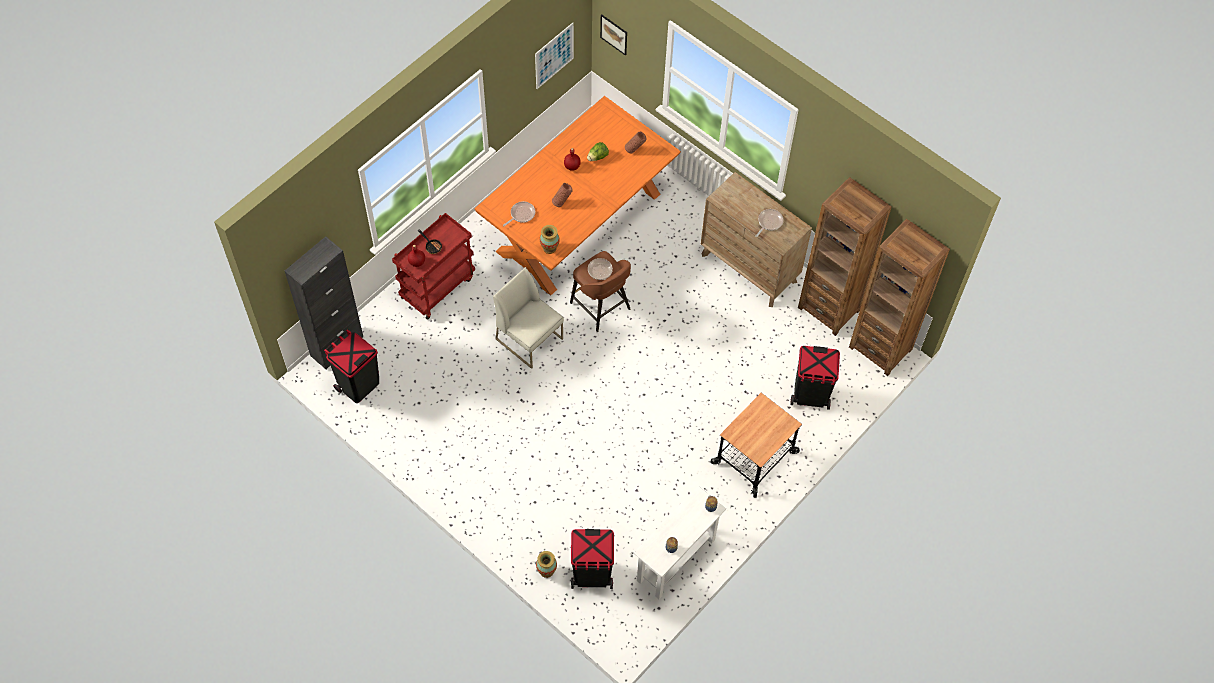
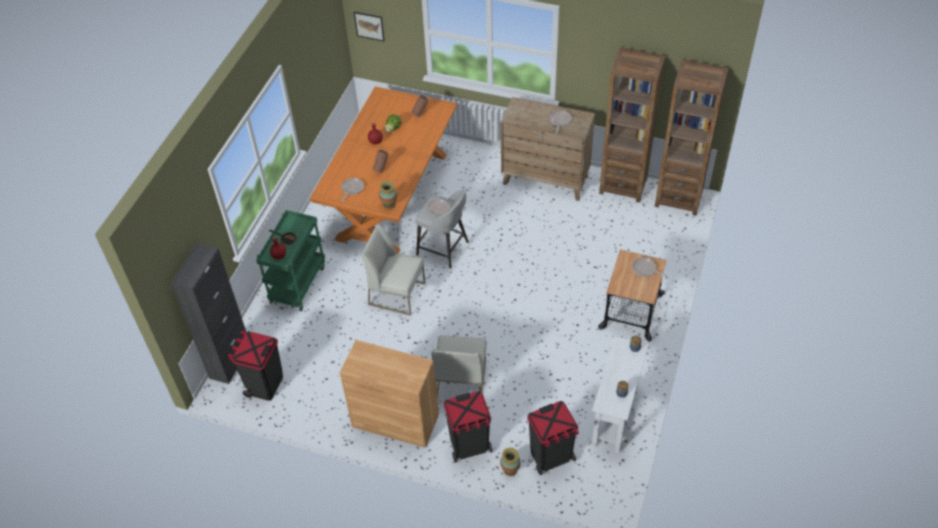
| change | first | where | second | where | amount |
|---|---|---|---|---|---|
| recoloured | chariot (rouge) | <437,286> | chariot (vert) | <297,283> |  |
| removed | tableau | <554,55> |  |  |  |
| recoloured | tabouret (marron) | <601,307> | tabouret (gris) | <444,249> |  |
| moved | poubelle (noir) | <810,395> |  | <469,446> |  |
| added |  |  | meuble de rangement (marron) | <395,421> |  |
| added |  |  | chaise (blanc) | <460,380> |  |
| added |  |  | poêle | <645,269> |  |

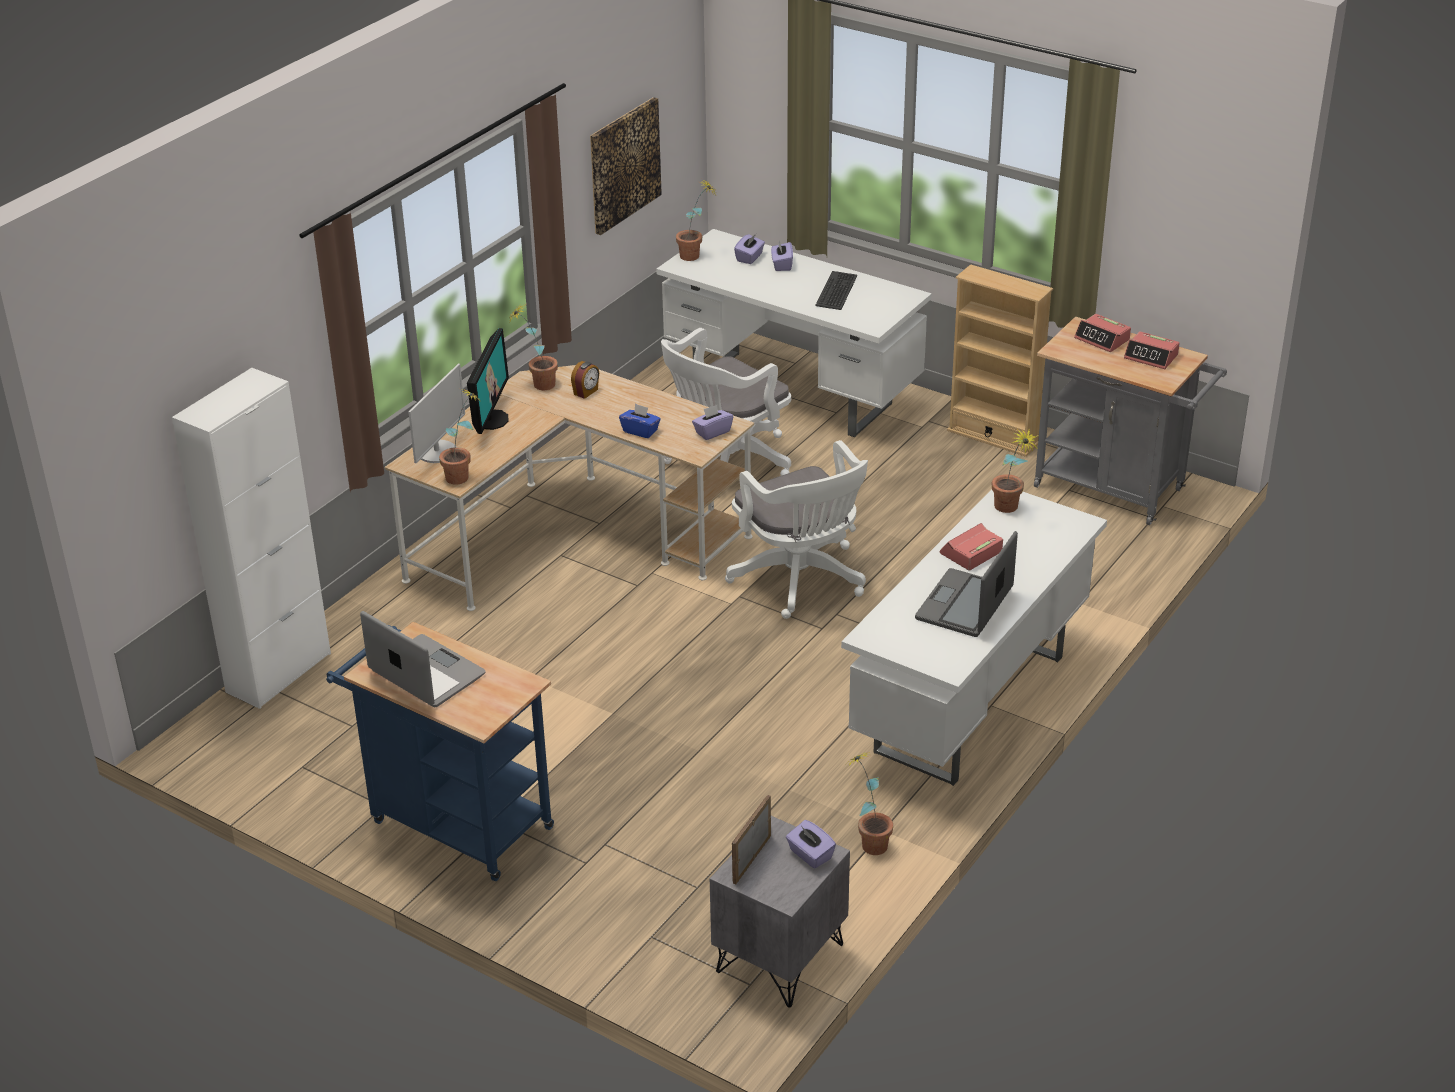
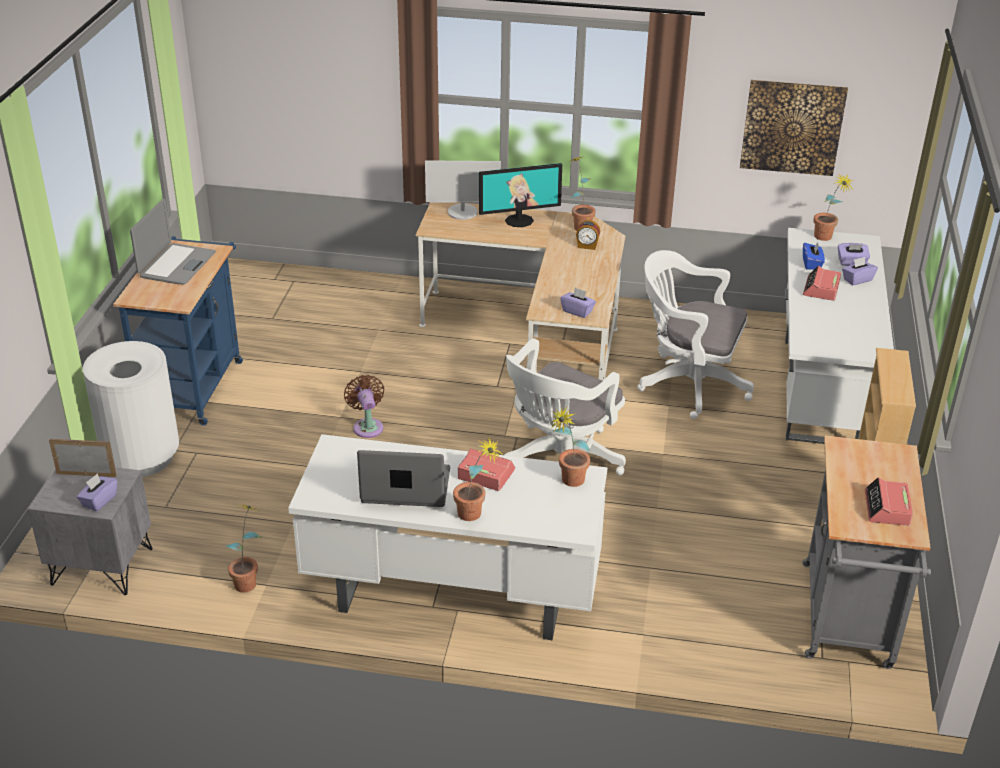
| change | first | where | second | where | amount |
|---|---|---|---|---|---|
| removed | meuble de rangement (blanc) | <278,673> |  |  |  |
| moved | plante en pot | <464,476> |  | <475,516> |  |
| moved | boîte à mouchoirs (bleu) | <640,431> |  | <811,264> |  |
| removed | clavier | <837,291> |  |  |  |
| moved | réveil | <1102,339> |  | <821,289> |  |
| added |  |  | poubelle (blanc) | <141,458> |  |
| added |  |  | ventilateur (marron) | <367,426> |  |

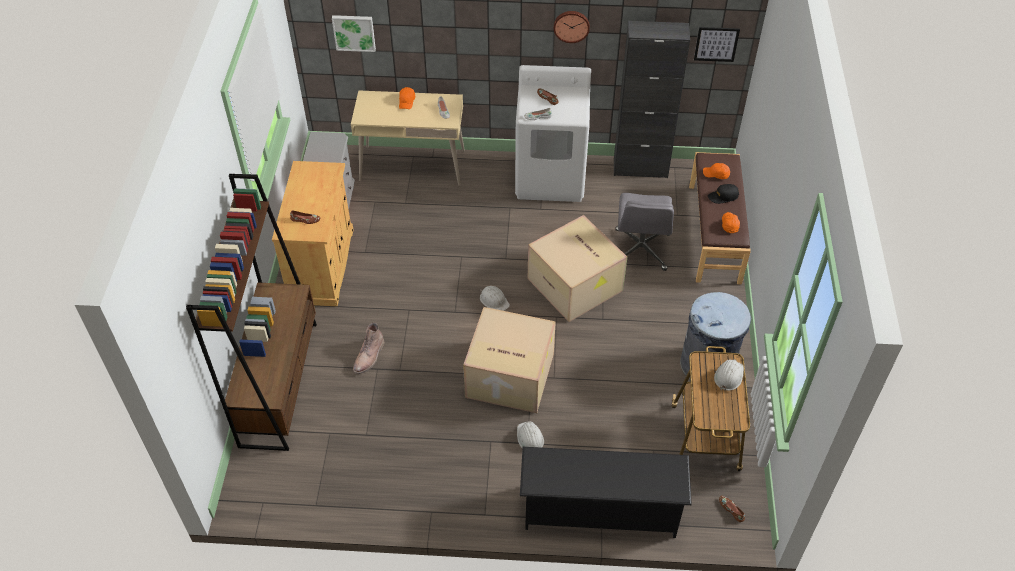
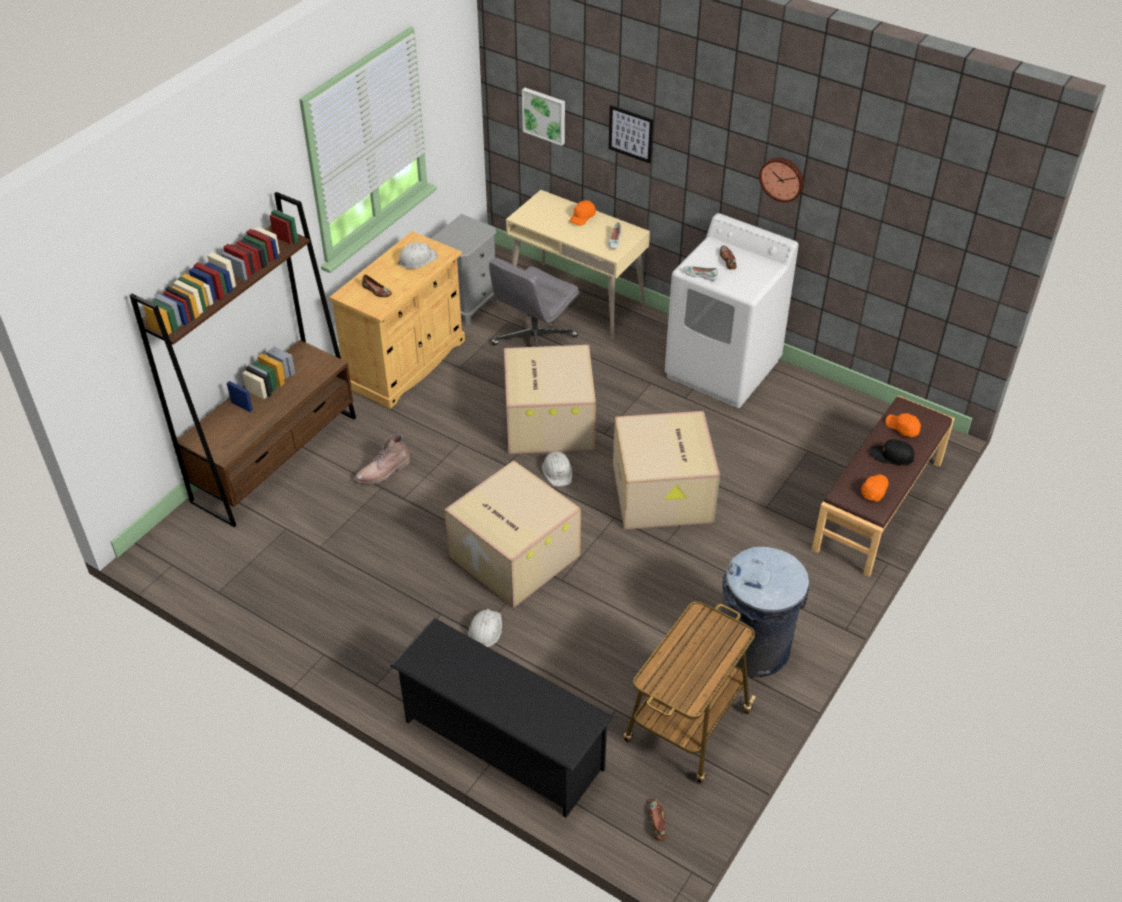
| change | first | where | second | where | amount |
|---|---|---|---|---|---|
| removed | meuble de rangement (noir) | <640,168> |  |  |  |
| moved | chaise de bureau (gris) | <640,250> |  | <534,341> |  |
| moved | tableau | <716,44> |  | <631,134> |  |
| moved | casque de chantier (blanc) | <728,376> |  | <417,259> |  |
| added |  |  | carton | <547,421> |  |

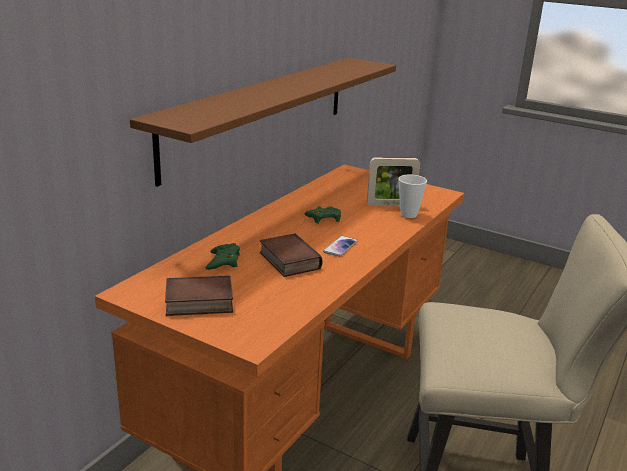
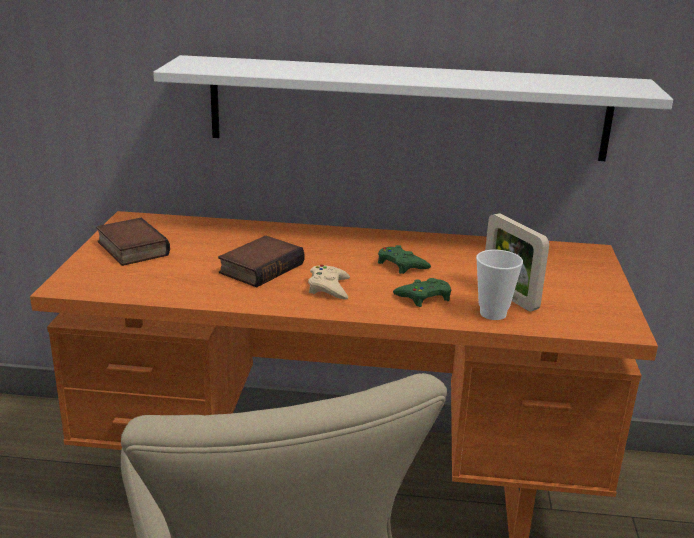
| change | first | where | second | where | amount |
|---|---|---|---|---|---|
| recoloured | étagère (marron) | <261,113> | étagère (blanc) | <407,108> |  |
| moved | manette (vert) | <223,261> |  | <424,297> |  |
| replaced | téléphone | <340,247> | manette (beige) | <329,288> |  |

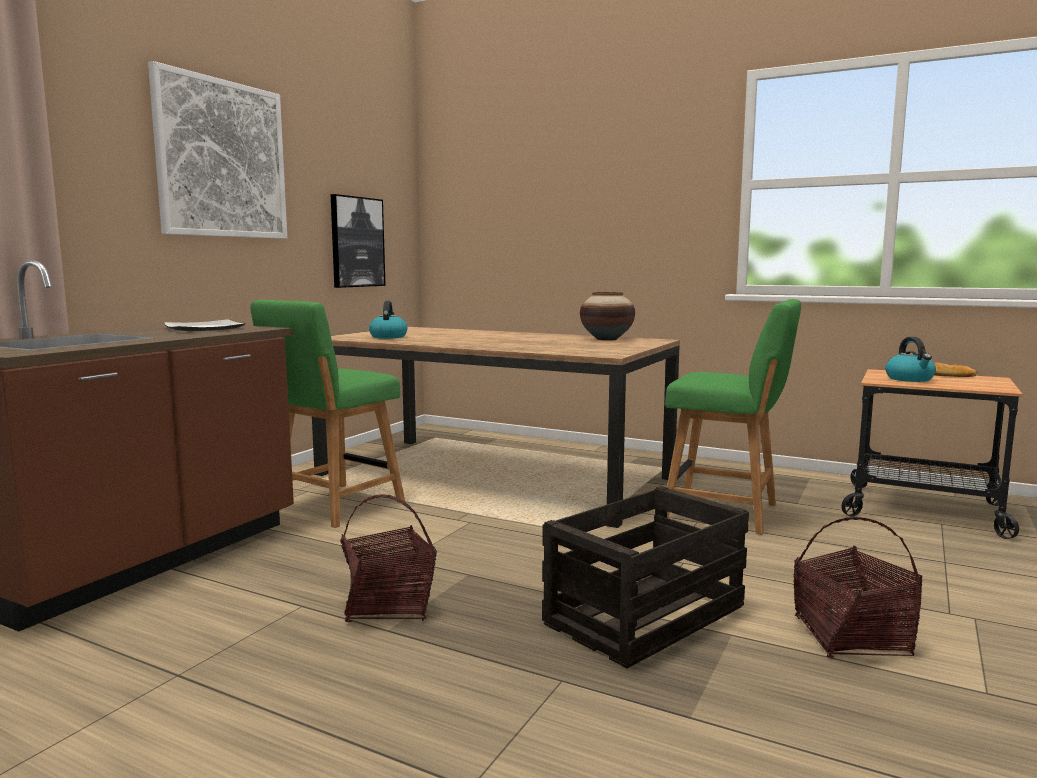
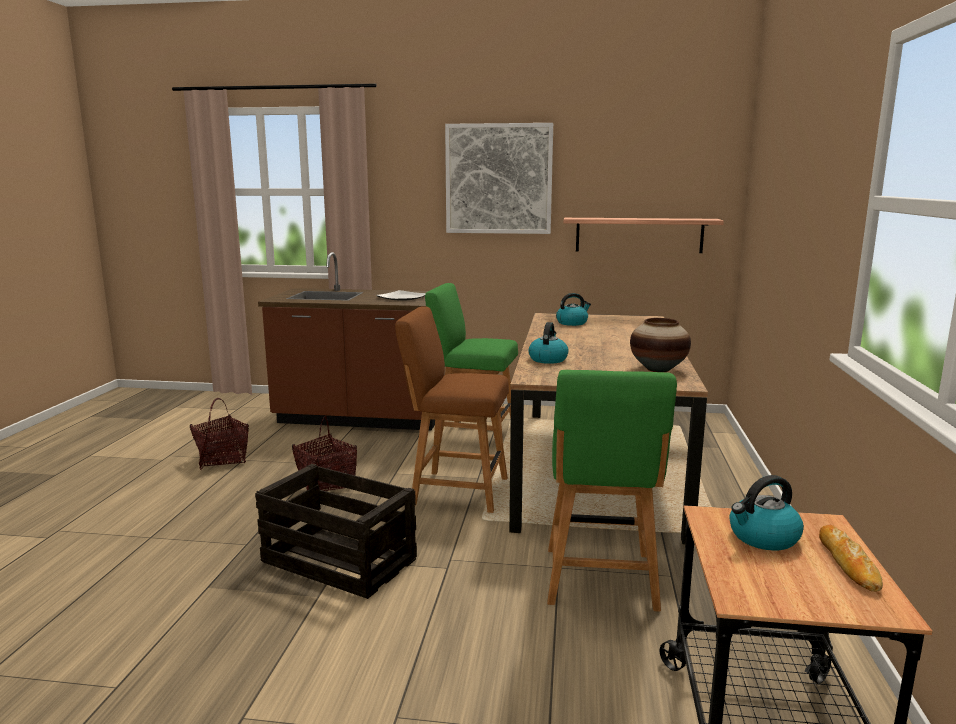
| change | first | where | second | where | amount |
|---|---|---|---|---|---|
| replaced | tableau | <357,242> | étagère | <639,235> |  |
| moved | panier | <850,636> |  | <222,460> |  |
| added |  |  | chaise (marron) | <455,491> |  |
| added |  |  | bouilloire | <548,359> |  |

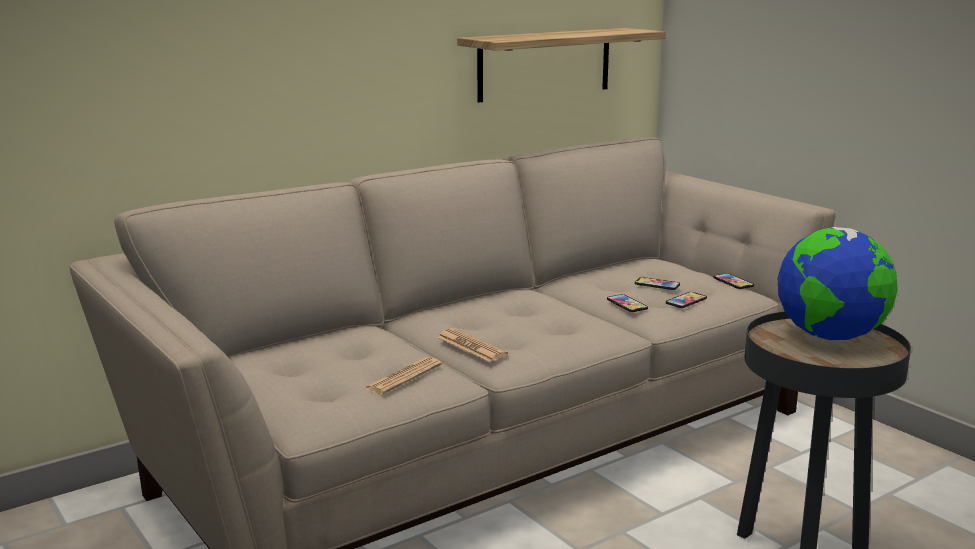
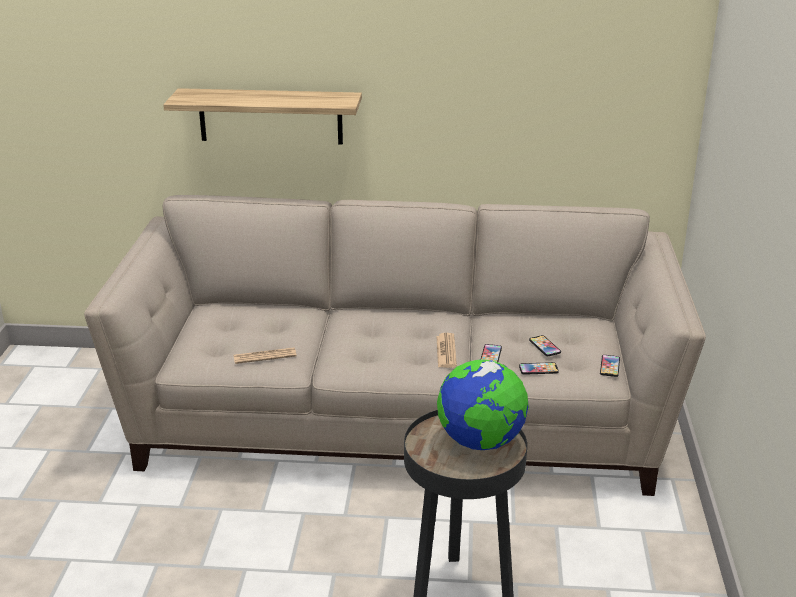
| change | first | where | second | where | amount |
|---|---|---|---|---|---|
| moved | journal | <471,346> |  | <446,351> |  |
| moved | étagère | <545,64> |  | <270,116> |  |

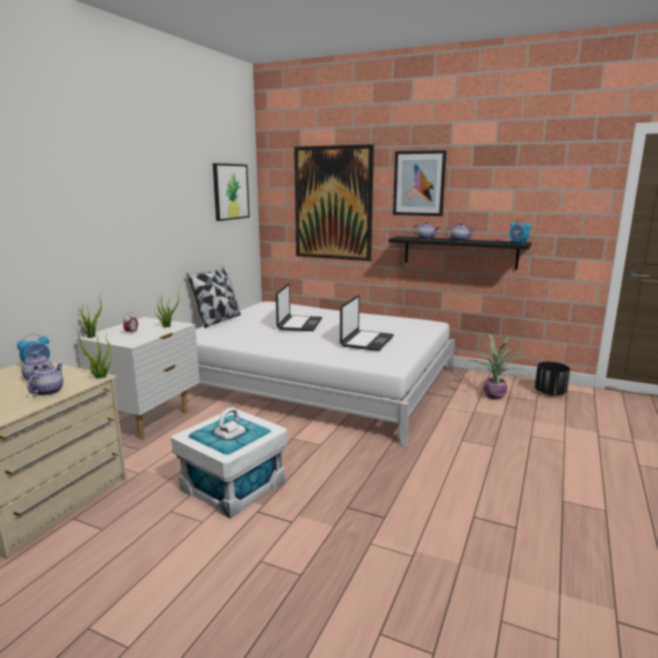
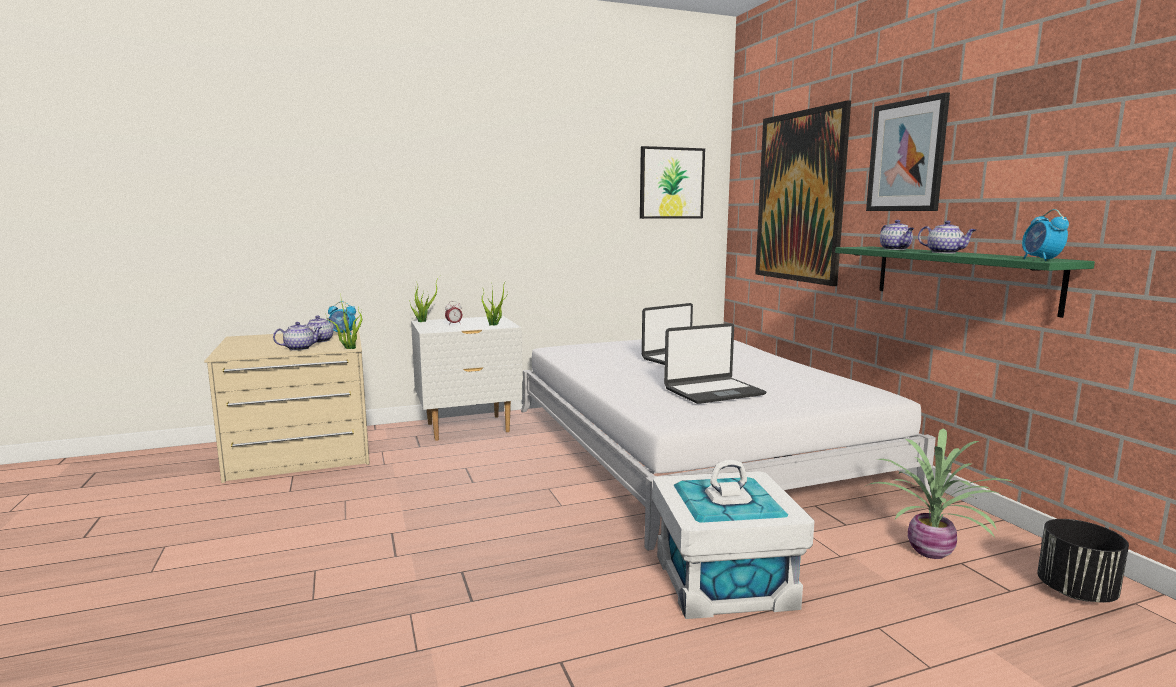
| change | first | where | second | where | amount |
|---|---|---|---|---|---|
| moved | boîte de rangement (blanc) | <233,486> |  | <724,582> |  |
| removed | coussin | <218,320> |  |  |  |
| recoloured | étagère (noir) | <459,252> | étagère (vert) | <961,277> |  |

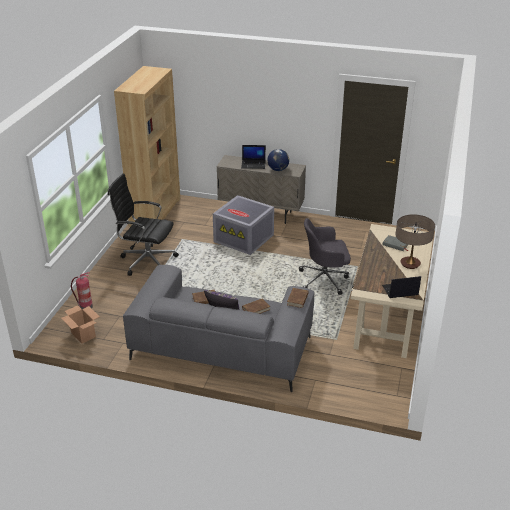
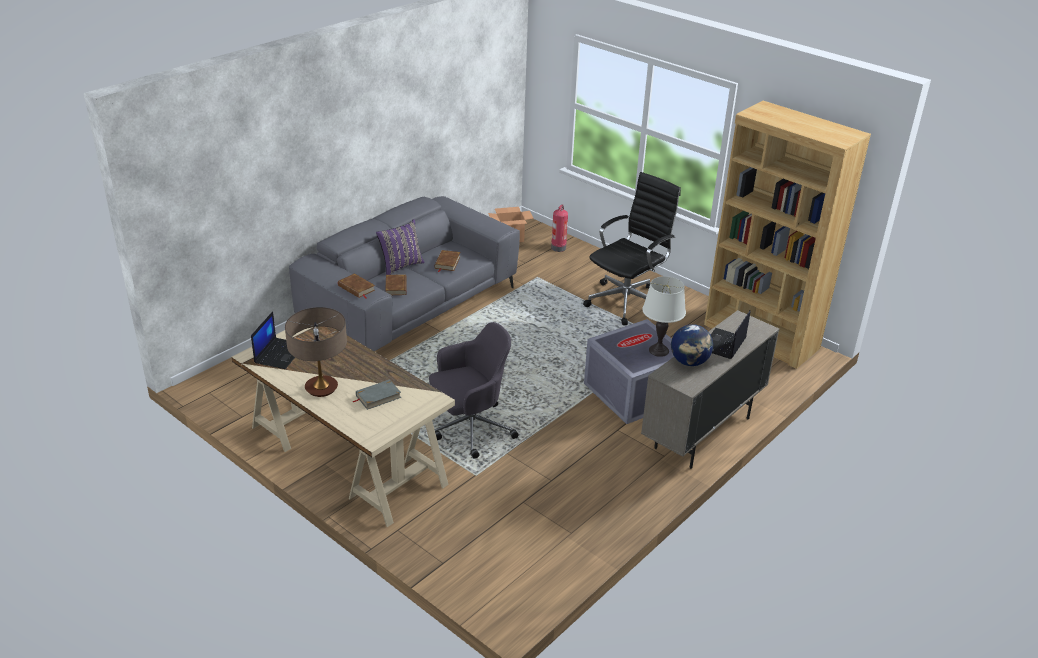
| change | first | where | second | where | amount |
|---|---|---|---|---|---|
| turned | chaise de bureau (gris) | <324,279> |  | <470,428> | 45 degrees clockwise |
| added |  |  | lampe de table (blanc) | <658,350> |  |

